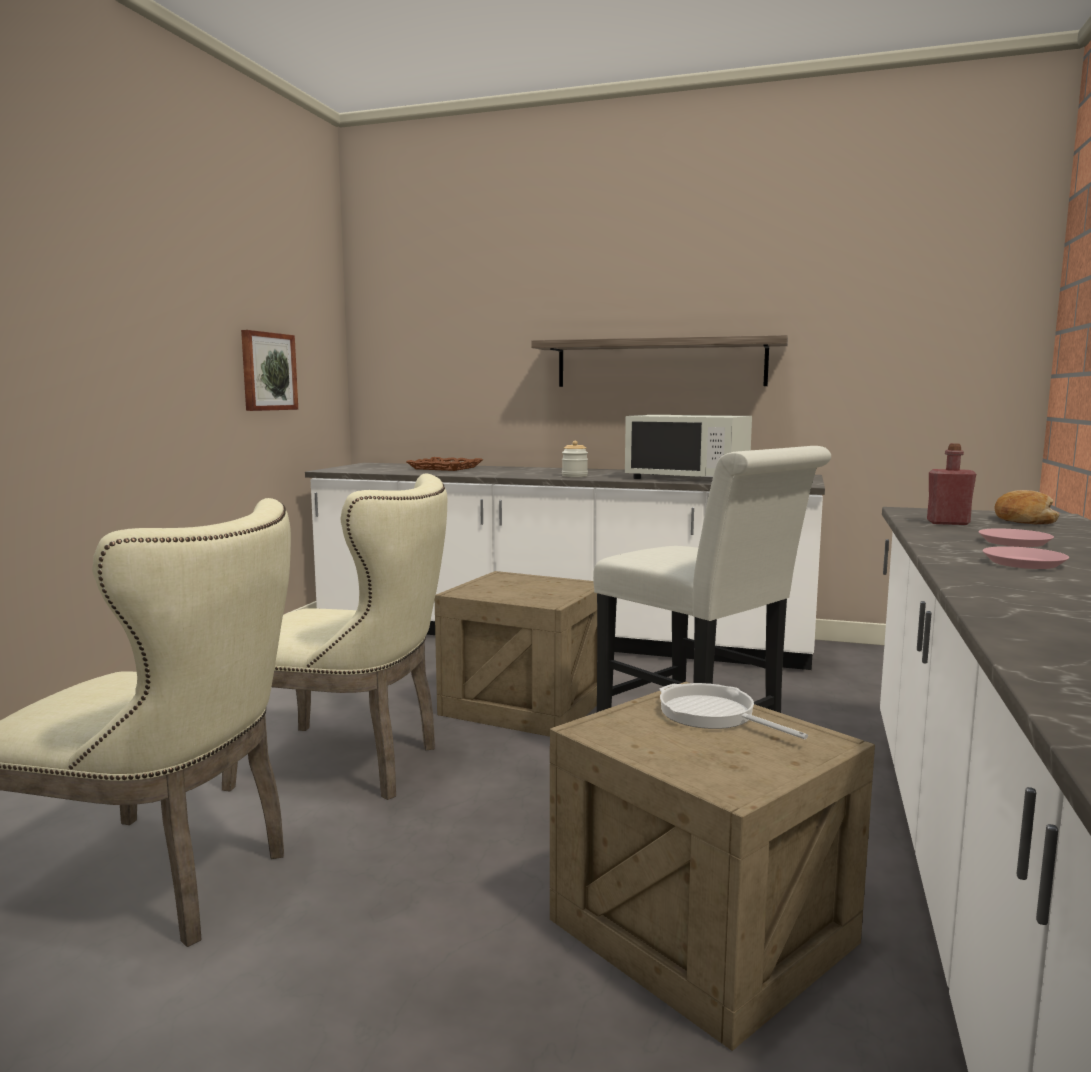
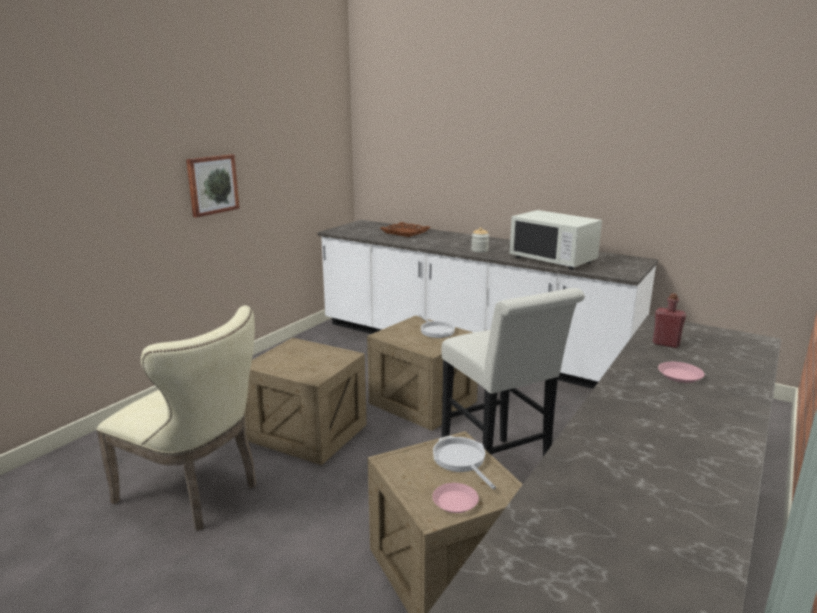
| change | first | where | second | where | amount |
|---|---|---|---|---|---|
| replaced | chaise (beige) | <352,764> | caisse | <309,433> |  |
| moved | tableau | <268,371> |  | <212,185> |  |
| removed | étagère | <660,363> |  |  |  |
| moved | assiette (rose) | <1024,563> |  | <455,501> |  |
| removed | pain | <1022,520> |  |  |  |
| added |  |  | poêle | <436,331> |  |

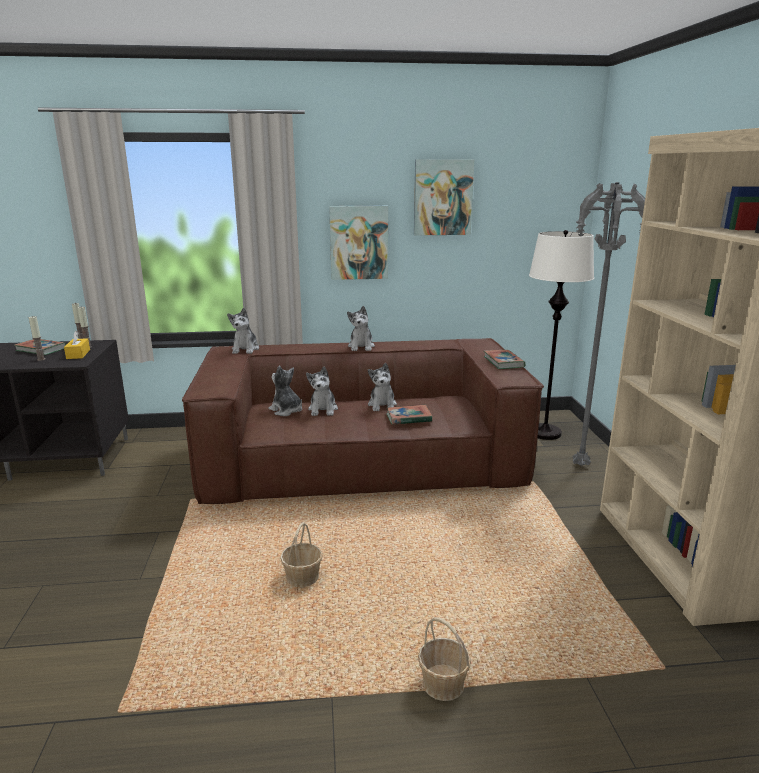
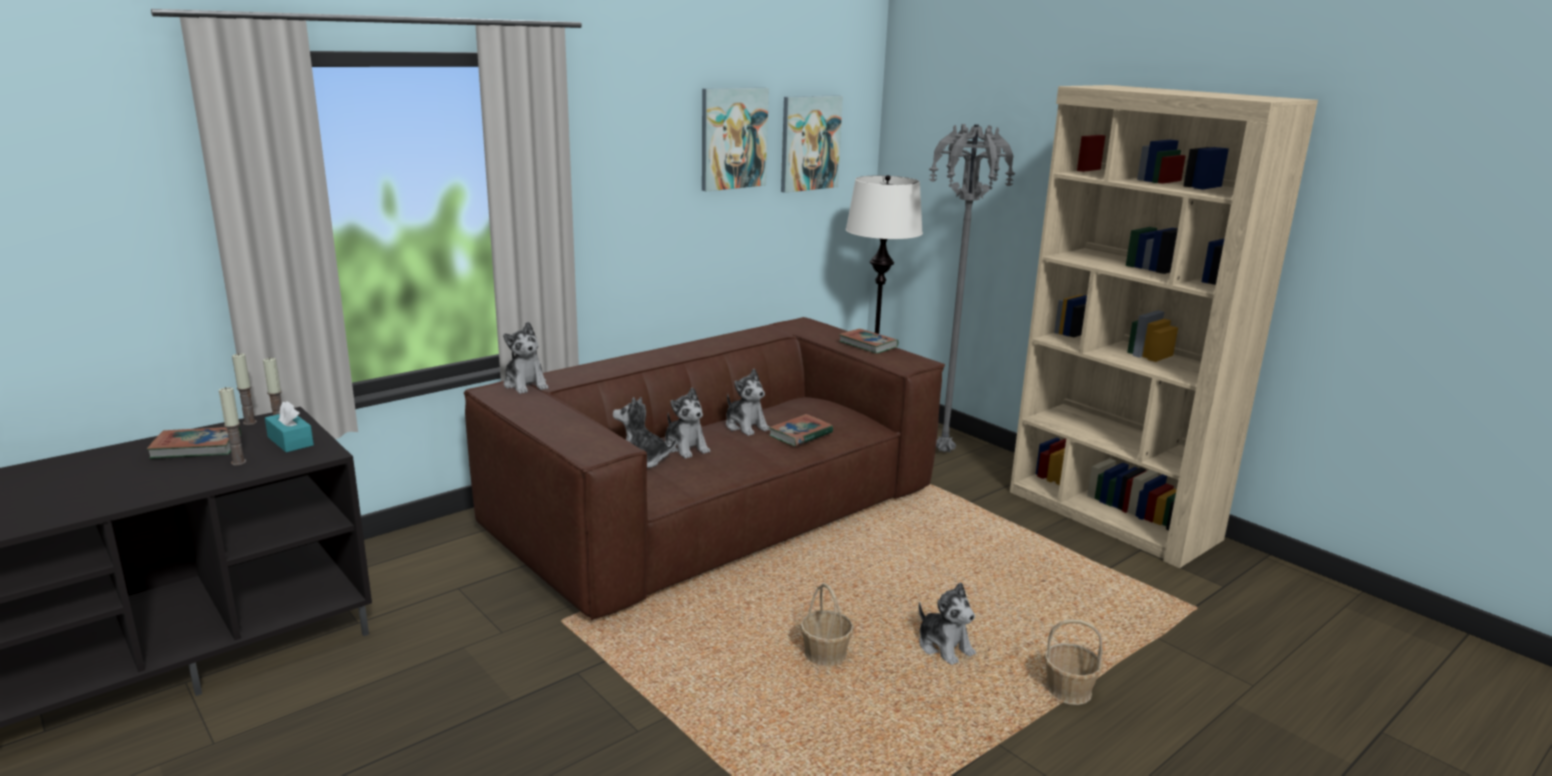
| change | first | where | second | where | amount |
|---|---|---|---|---|---|
| recoloured | boîte à mouchoirs (jaune) | <78,354> | boîte à mouchoirs (turquoise) | <290,441> |  |
| moved | tableau | <359,242> |  | <809,143> |  |
| moved | peluche | <361,347> |  | <944,647> |  |

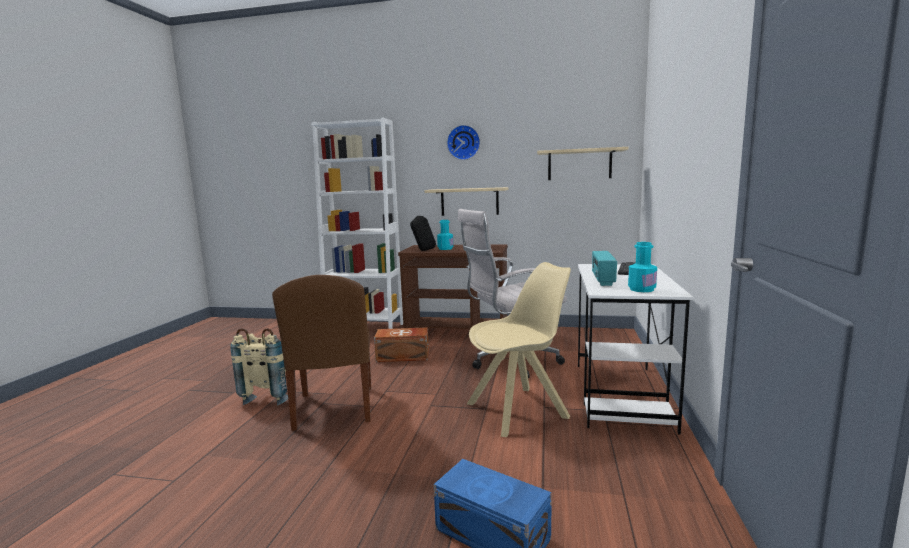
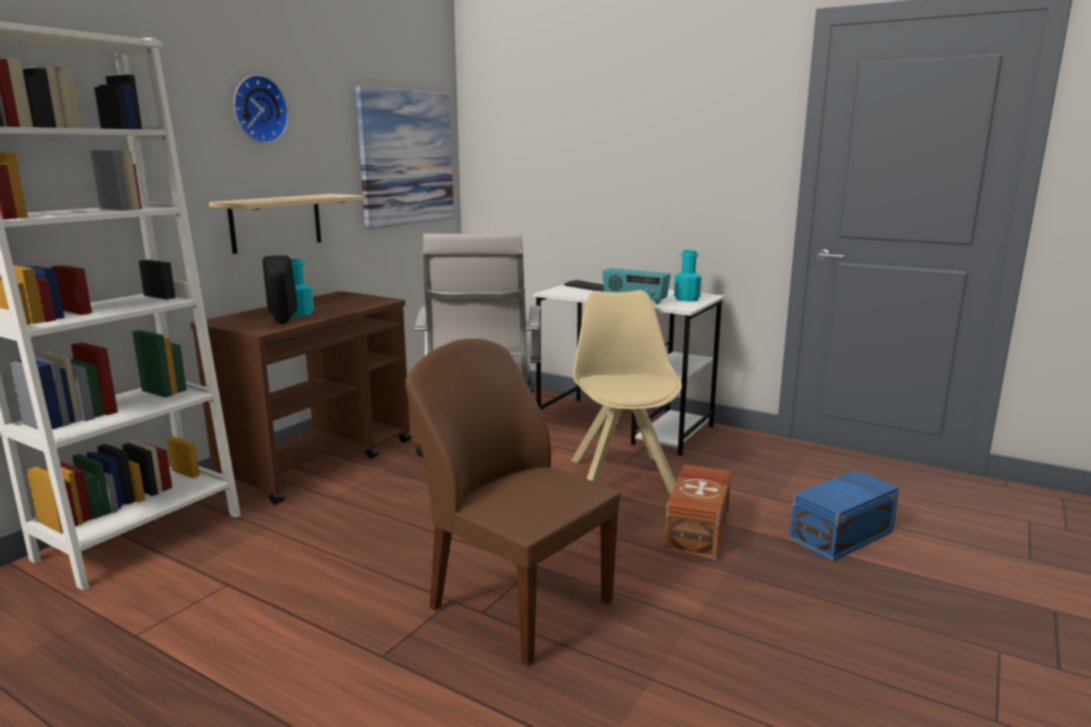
| change | first | where | second | where | amount |
|---|---|---|---|---|---|
| removed | sac à dos (beige) | <272,395> |  |  |  |
| turned | chaise (marron) | <334,409> |  | <517,602> | 150 degrees counterclockwise |
| moved | boîte de rangement (marron) | <403,356> |  | <699,531> |  |
| replaced | étagère (beige) | <579,164> | tableau | <406,158> |  |

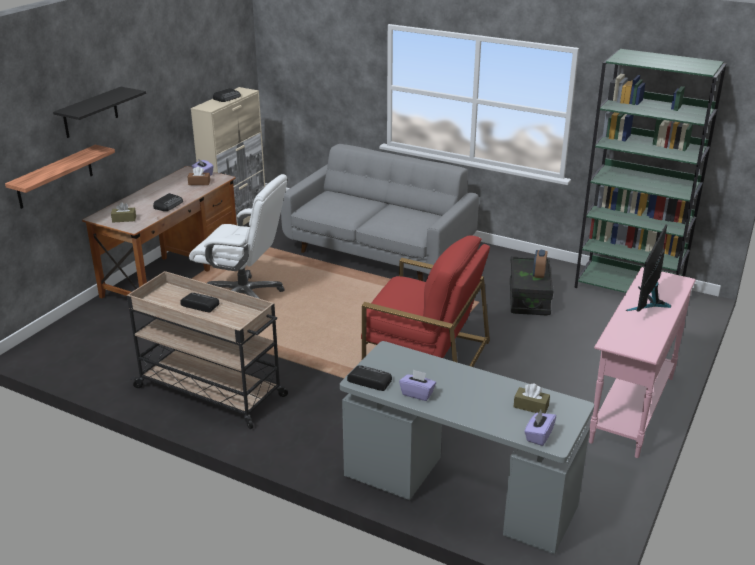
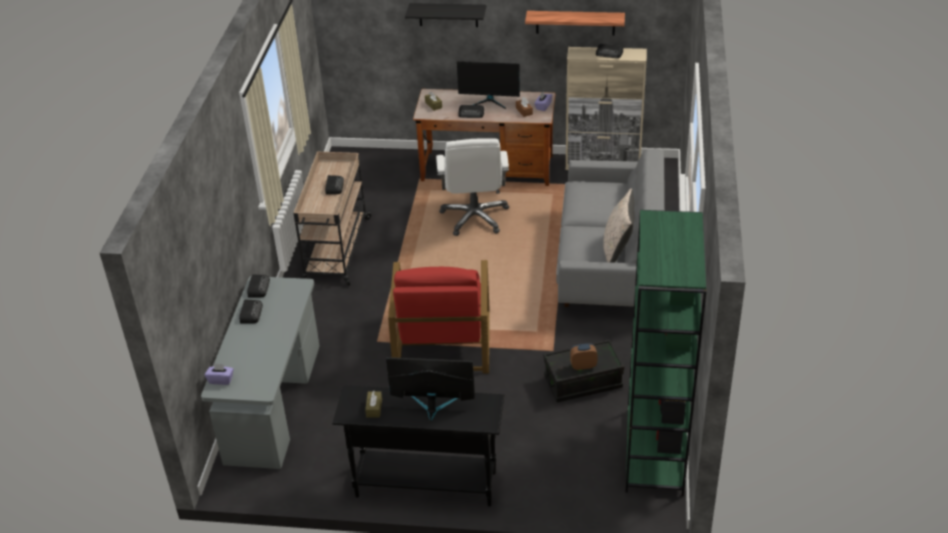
| change | first | where | second | where | amount |
|---|---|---|---|---|---|
| moved | étagère | <55,177> |  | <575,22> |  |
| replaced | boîte à mouchoirs (violet) | <417,393> | radio | <251,313> |  |
| moved | boîte à mouchoirs (marron) | <531,406> |  | <374,408> |  |
| recoloured | table console (rose) | <631,409> | table console (noir) | <425,484> |  |
| added |  |  | écran d'ordinateur | <489,101> |  |
| added |  |  | coussin (beige) | <617,249> |  |

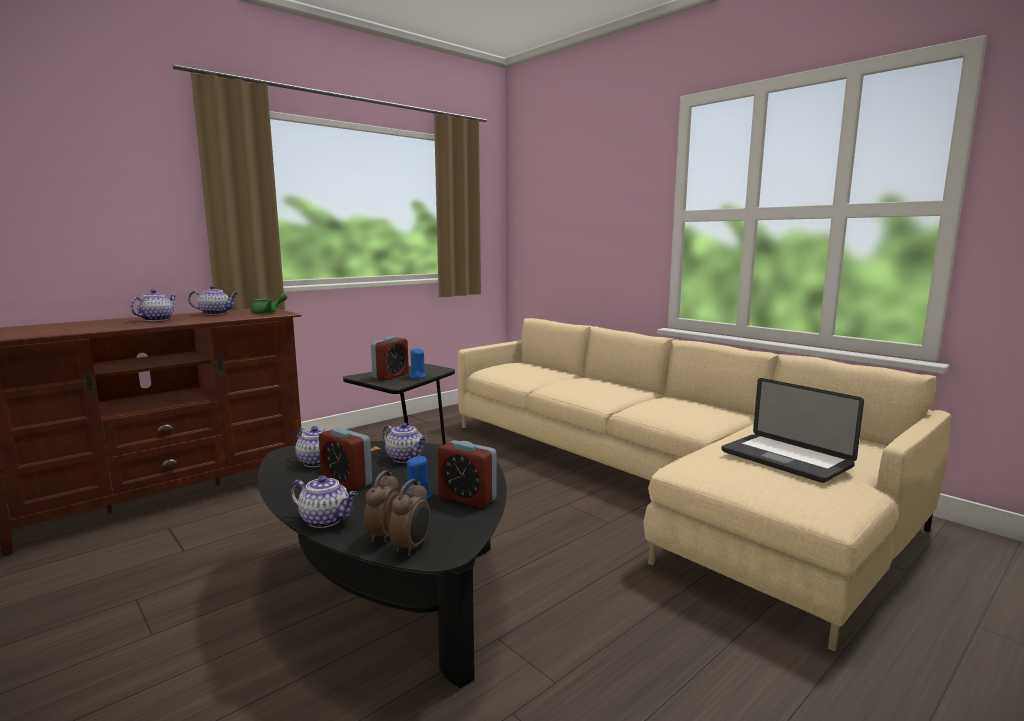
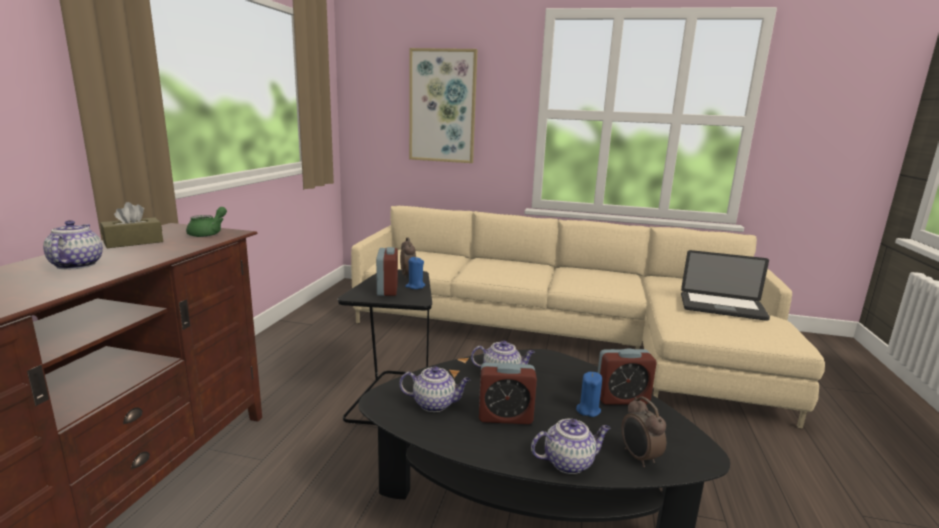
| change | first | where | second | where | amount |
|---|---|---|---|---|---|
| replaced | théière | <216,313> | boîte à mouchoirs (marron) | <133,242> |  |
| moved | réveil | <412,547> |  | <408,275> |  |
| added |  |  | tableau | <442,106> |  |

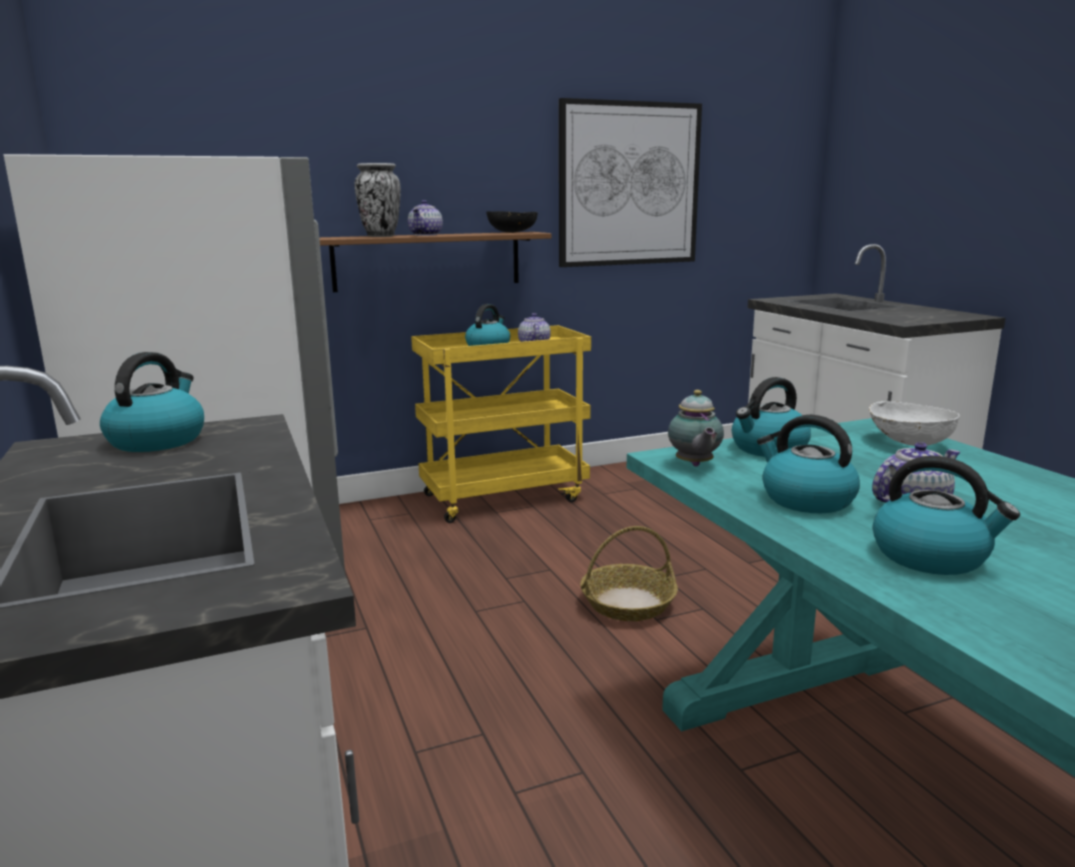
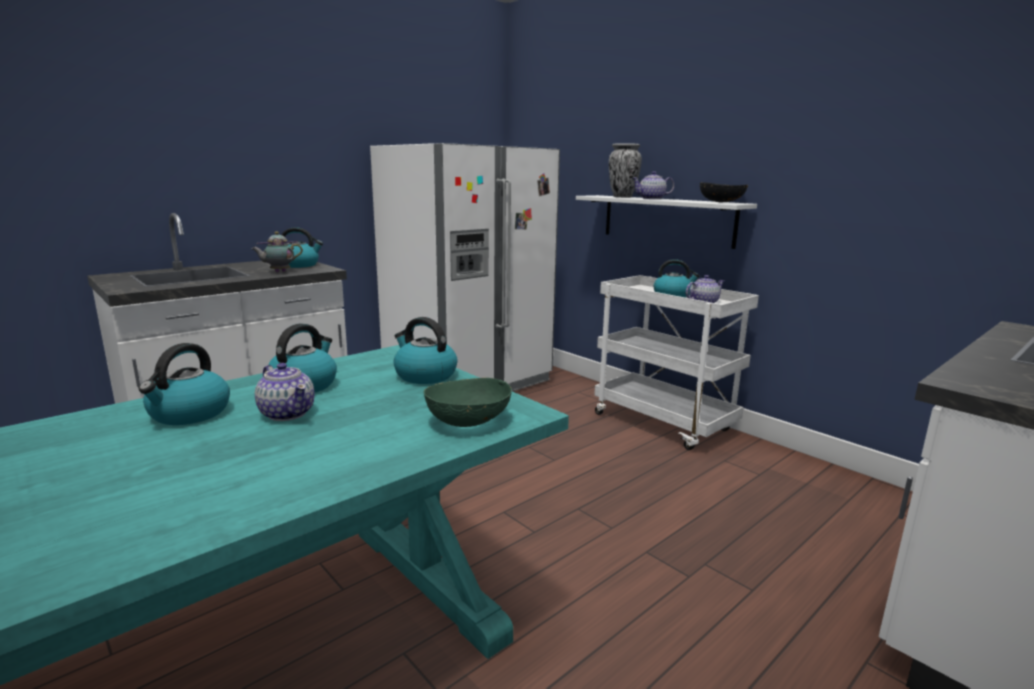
| change | first | where | second | where | amount |
|---|---|---|---|---|---|
| recoloured | étagère (marron) | <428,261> | étagère (blanc) | <666,220> |  |
| recoloured | chariot (jaune) | <504,497> | chariot (blanc) | <665,423> |  |
| removed | tableau | <629,185> |  |  |  |
| removed | panier | <628,603> |  |  |  |
| moved | théière | <694,465> |  | <278,272> |  |
| recoloured | bol (blanc) | <908,443> | bol (vert) | <468,421> |  |

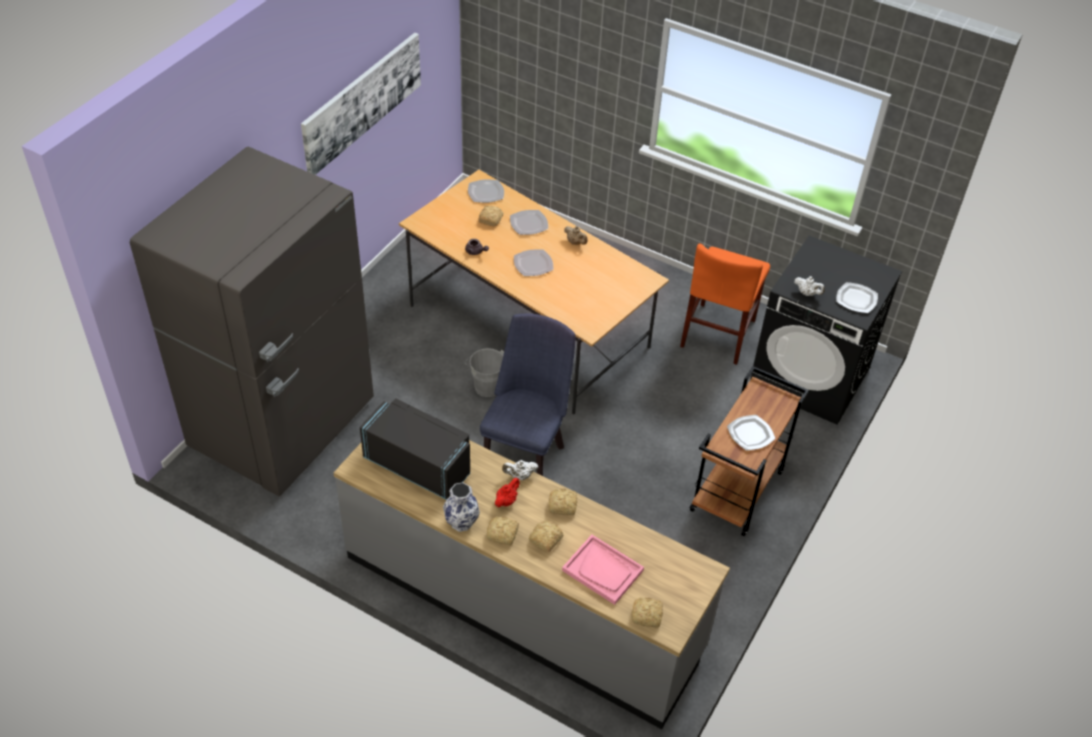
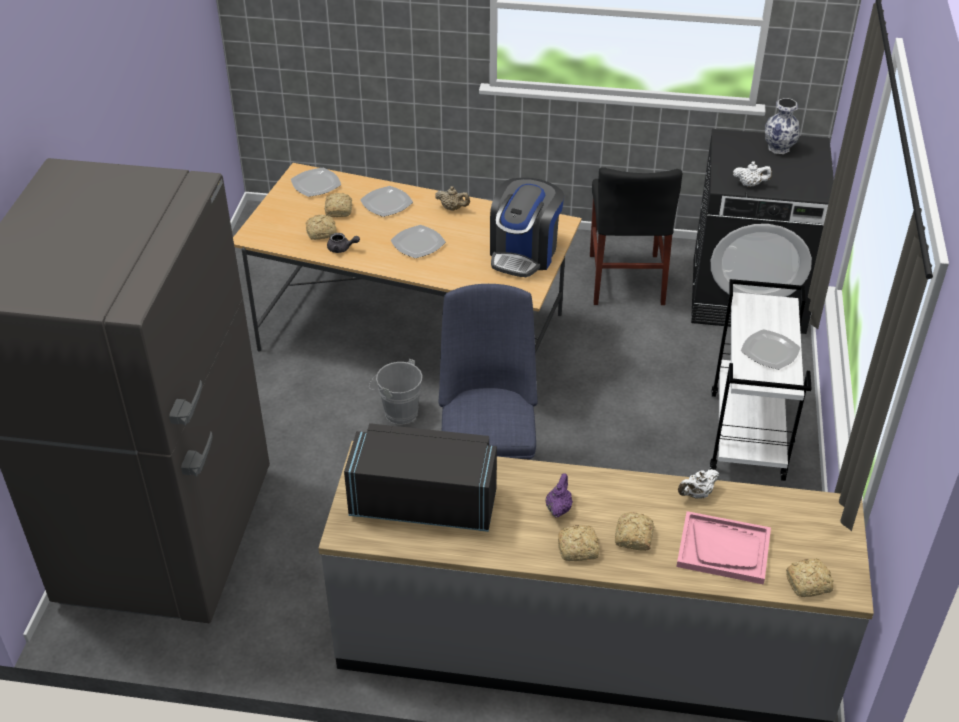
| change | first | where | second | where | amount |
|---|---|---|---|---|---|
| removed | tableau | <362,102> |  |  |  |
| moved | vase | <461,522> |  | <778,148> |  |
| recoloured | théière (rouge) | <506,500> | théière (violet) | <558,508> |  |
| moved | théière (blanc) | <520,476> |  | <697,494> |  |
| moved | pain | <563,506> |  | <322,232> |  |
| recoloured | chaise (orange) | <718,333> | chaise (noir) | <626,279> |  |
| recoloured | chariot (marron) | <737,492> | chariot (blanc) | <748,436> |  |
| removed | assiette | <856,299> |  |  |  |
| added |  |  | machine à café | <524,253> |  |

